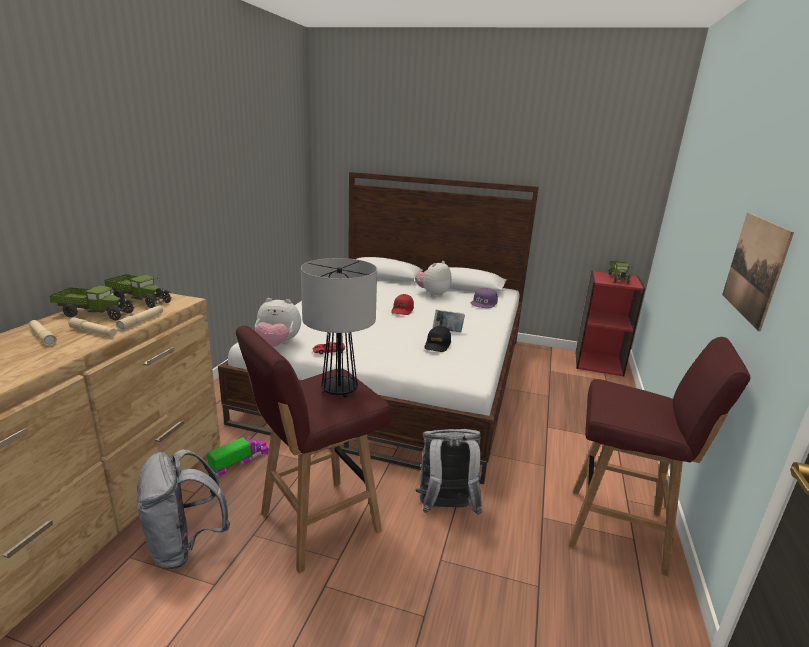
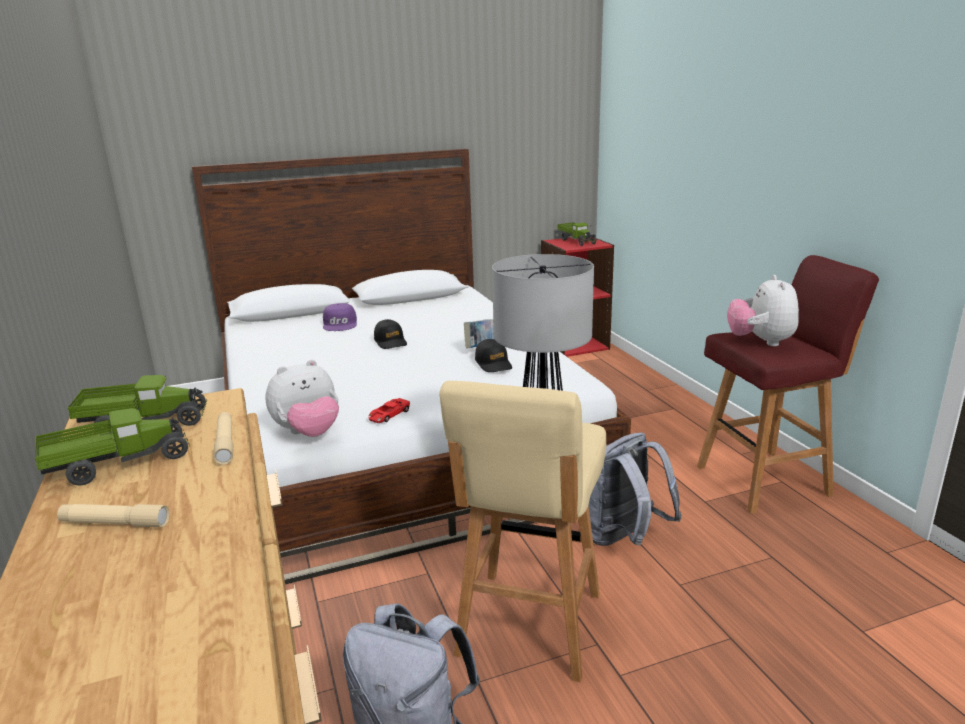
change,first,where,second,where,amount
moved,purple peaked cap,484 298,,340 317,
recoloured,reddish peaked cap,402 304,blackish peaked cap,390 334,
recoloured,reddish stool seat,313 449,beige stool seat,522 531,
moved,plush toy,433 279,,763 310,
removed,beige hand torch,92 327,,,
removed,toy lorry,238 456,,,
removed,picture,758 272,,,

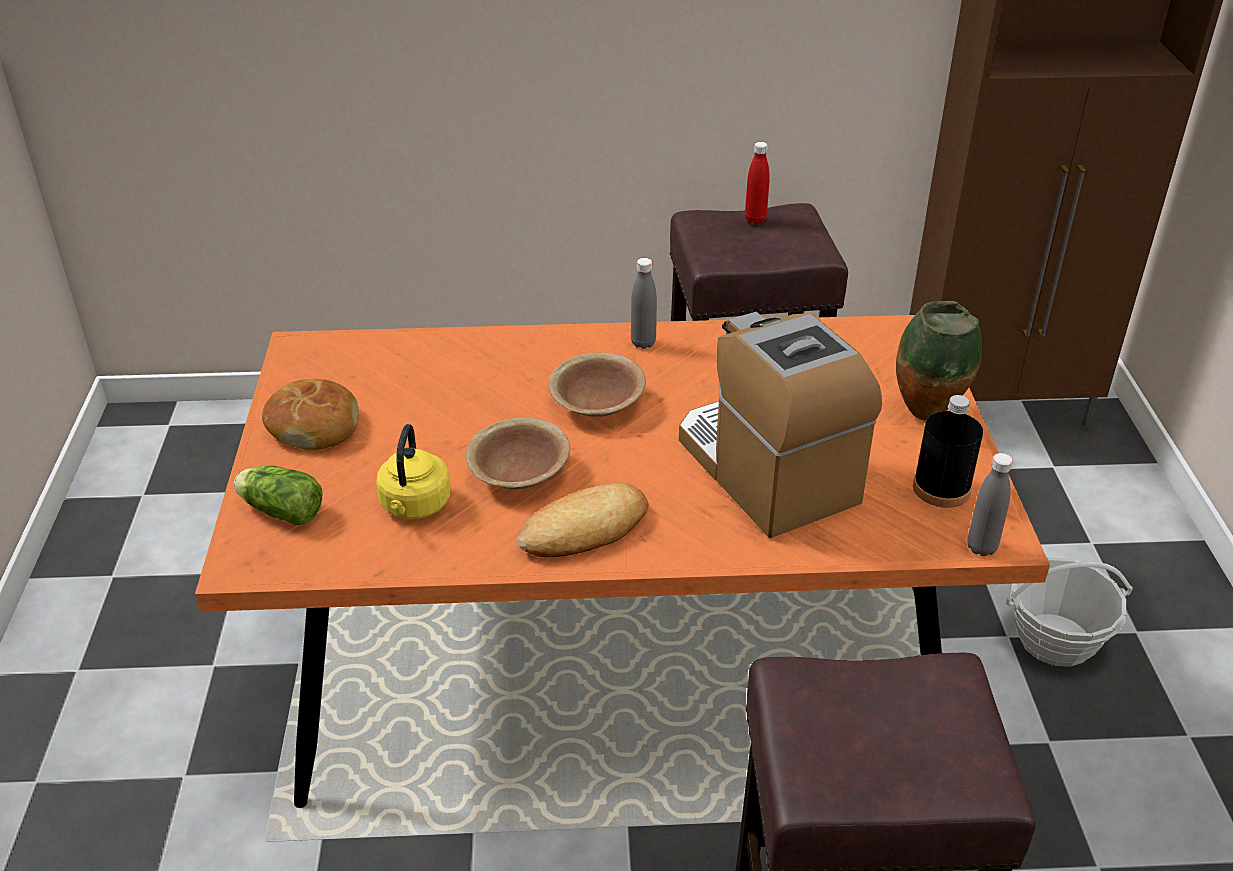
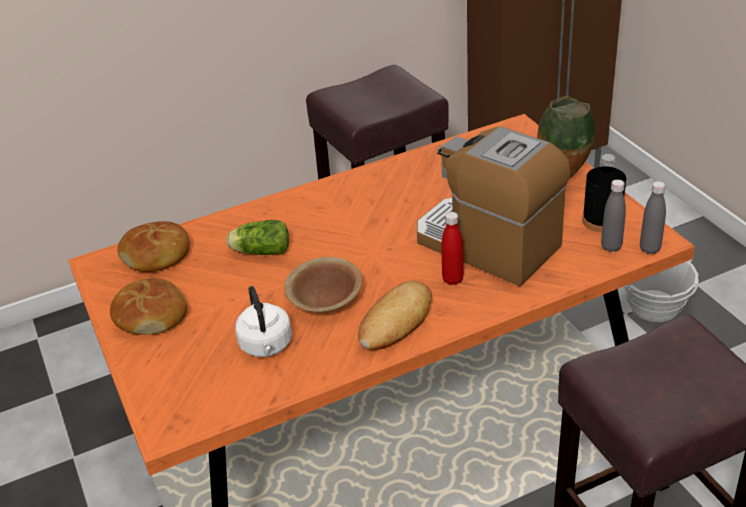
change,first,where,second,where,amount
added,,,baked bread,153 246,
moved,lettuce head,278 495,,258 237,
recoloured,yellow-coloured tea kettle,413 471,whitish tea kettle,263 321,
moved,reddish bottle,757 183,,452 248,
moved,gray bottle,644 303,,613 215,
removed,brownish bowl,597 385,,,

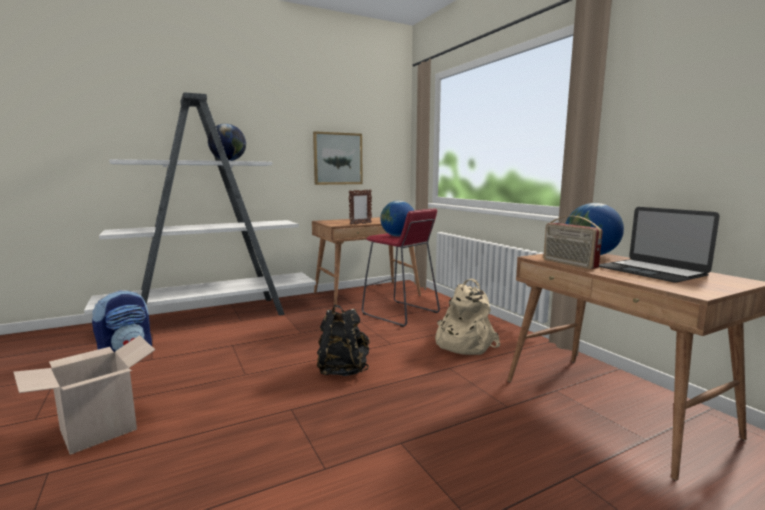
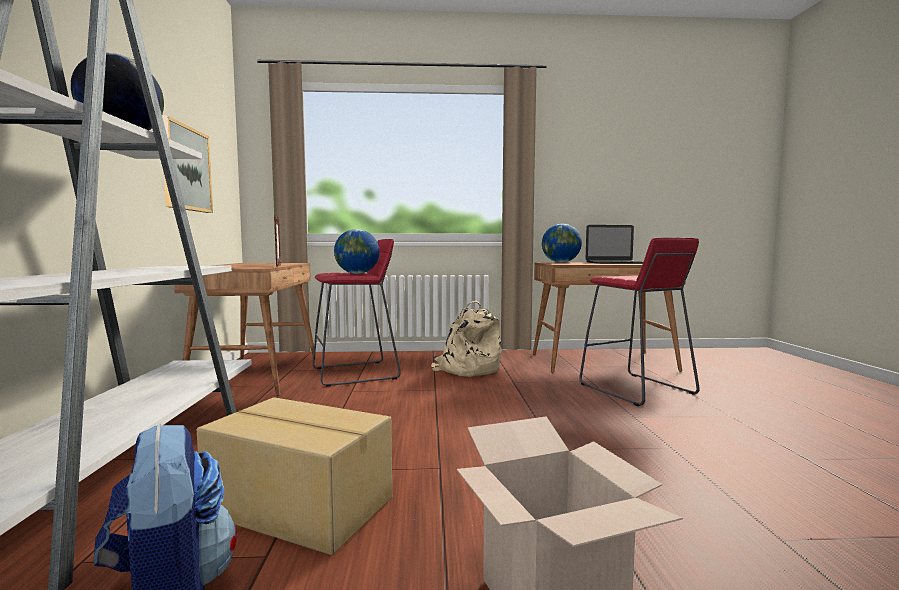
change,first,where,second,where,amount
added,,,cardboard box,294 476,
added,,,reddish stool seat,639 321,
removed,blackish rucksack,343 340,,,
removed,radio set,573 242,,,

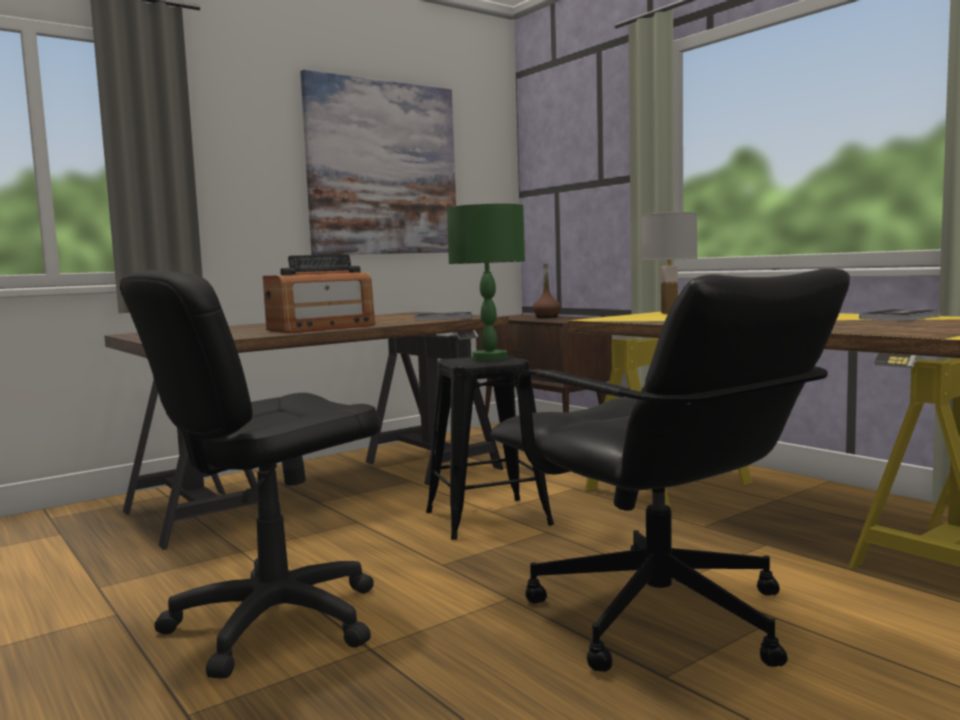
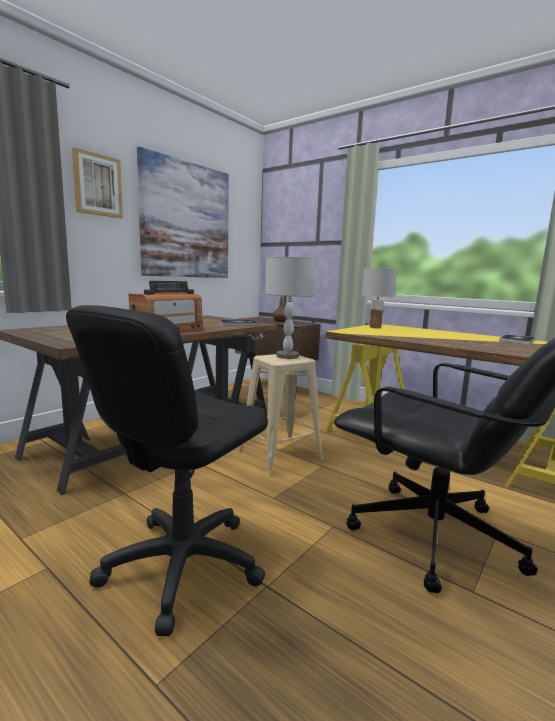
change,first,where,second,where,amount
added,,,picture,97 183,
recoloured,blackish stool seat,490 447,beige stool seat,281 415,
recoloured,green-coloured table lamp,486 282,gray table lamp,291 308,

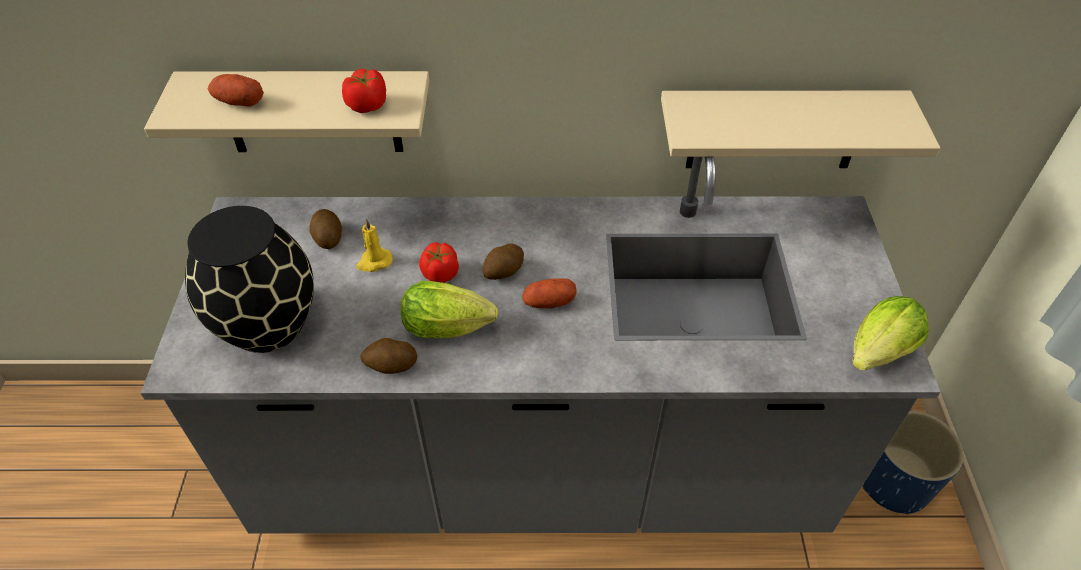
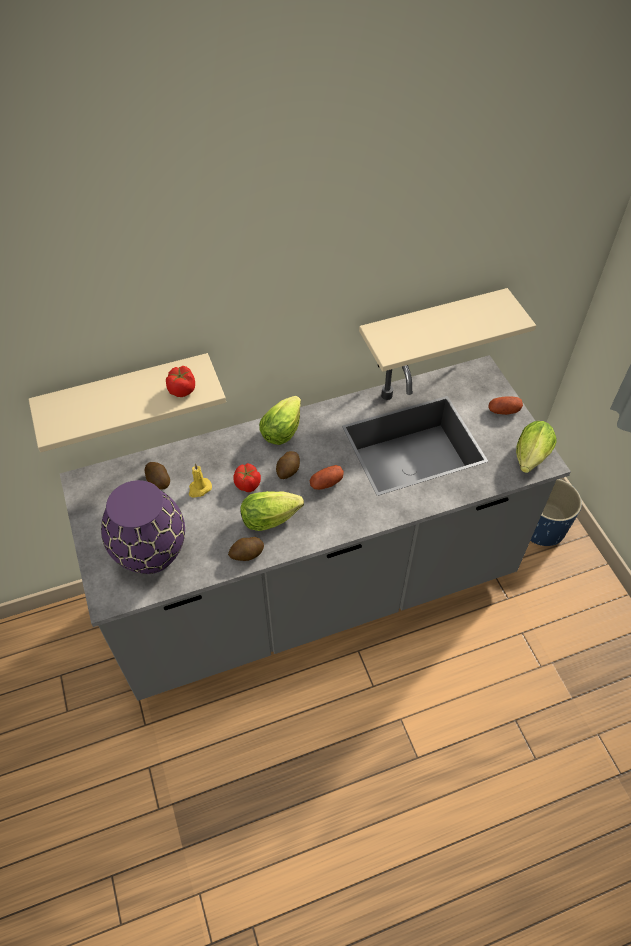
change,first,where,second,where,amount
recoloured,blackish vase,249 279,purple vase,143 527,
added,,,lettuce head,280 420,
moved,potato,236 90,,505 405,

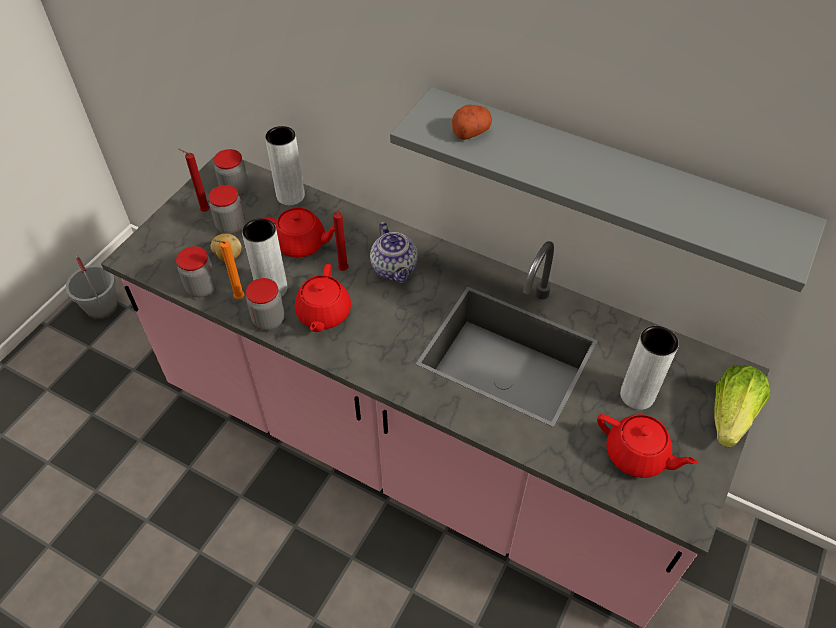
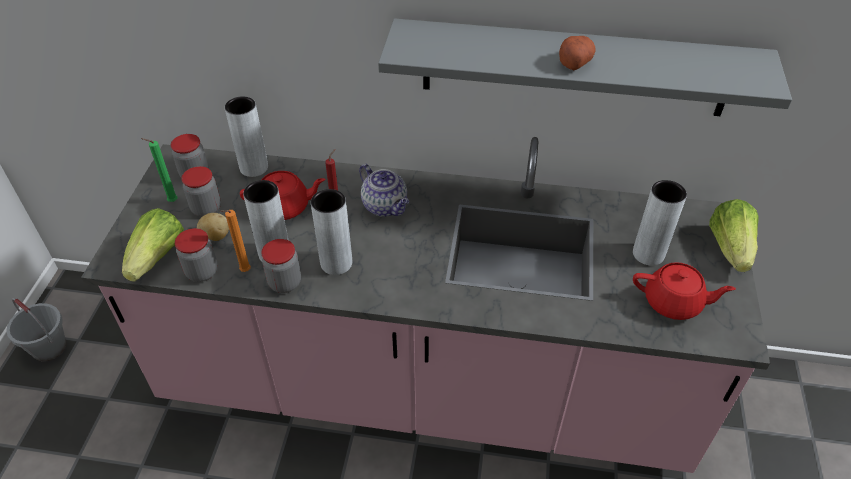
change,first,where,second,where,amount
added,,,lettuce head,153 245,
recoloured,reddish wax light,194 180,green-coloured wax light,159 170,
replaced,reddish teapot,323 298,gray vase,331 232,
moved,potato,472 122,,577 53,

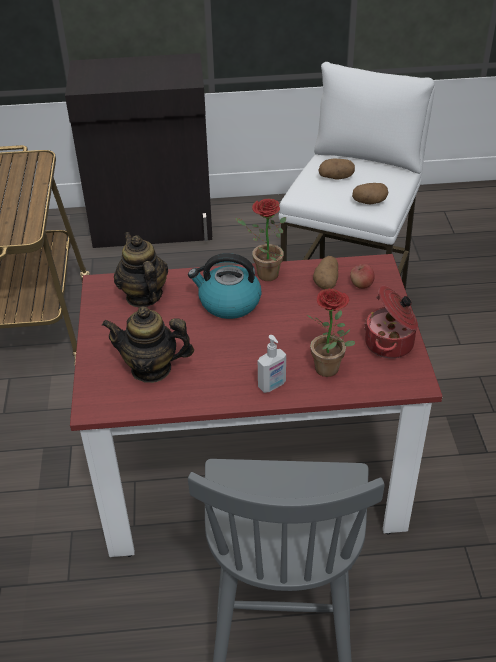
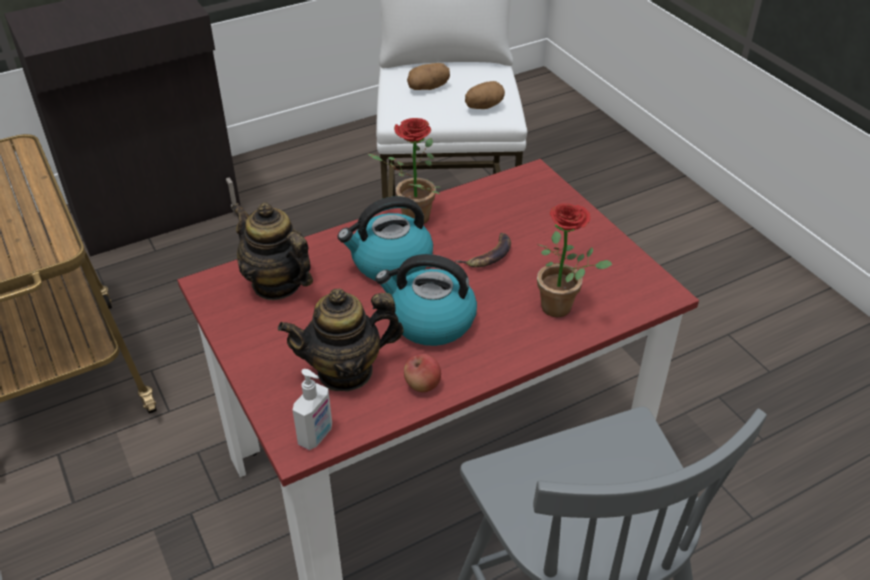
change,first,where,second,where,amount
moved,soap dispenser,272 364,,312 409,
added,,,tea kettle,426 300,
moved,apple,362 276,,422 373,
added,,,banana,483 250,
removed,potato,325 272,,,
removed,saucepot,391 322,,,

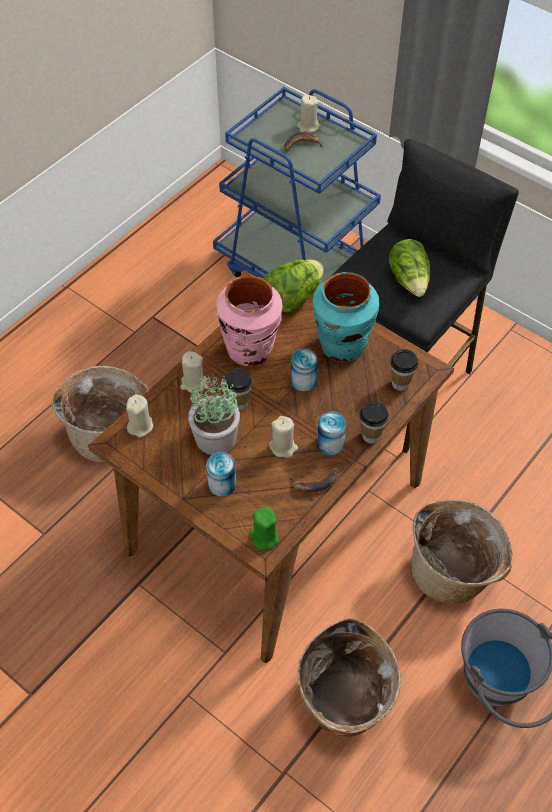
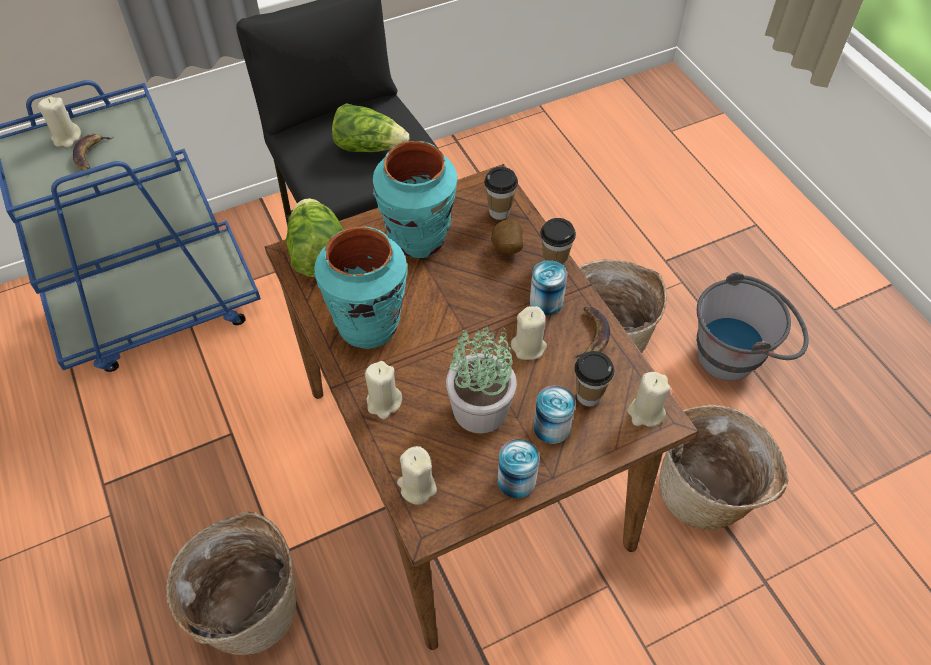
change,first,where,second,where,amount
recoloured,pinkish vase,249 321,turquoise vase,360 287,
added,,,potato,507 236,
moved,sealed can,304 370,,518 469,
moved,cup,238 389,,594 378,
recoloured,green-coloured wax light,264 529,beige wax light,649 399,

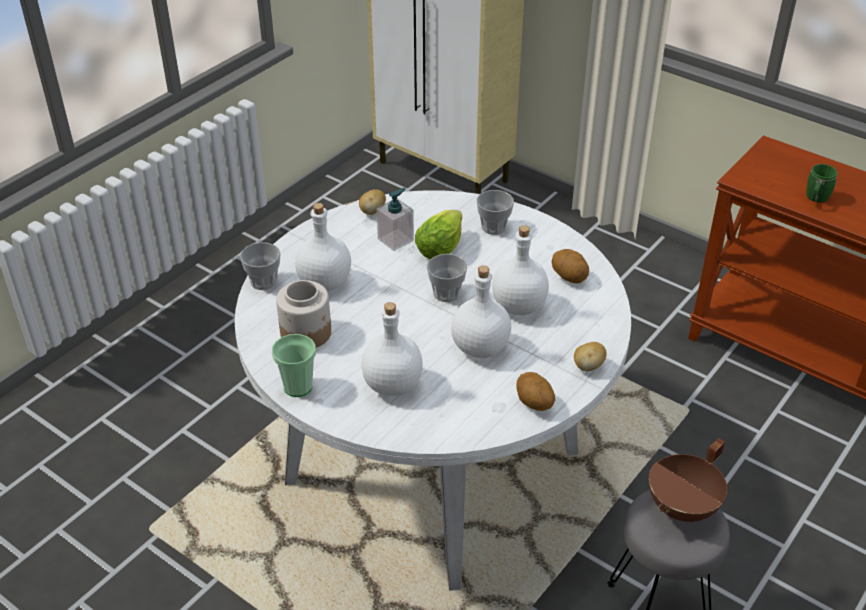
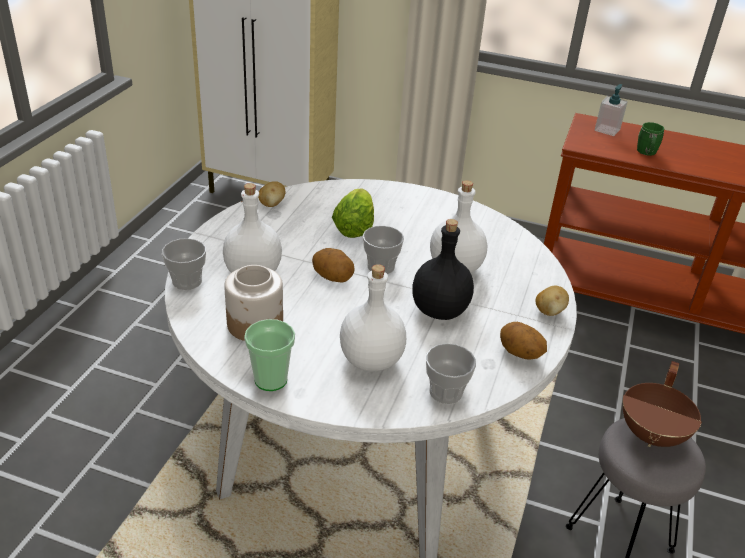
change,first,where,second,where,amount
moved,potato,570 266,,333 265,
recoloured,whitish bottle,481 312,blackish bottle,443 269,
moved,cup,495 212,,451 373,
moved,soap dispenser,395 219,,611 110,

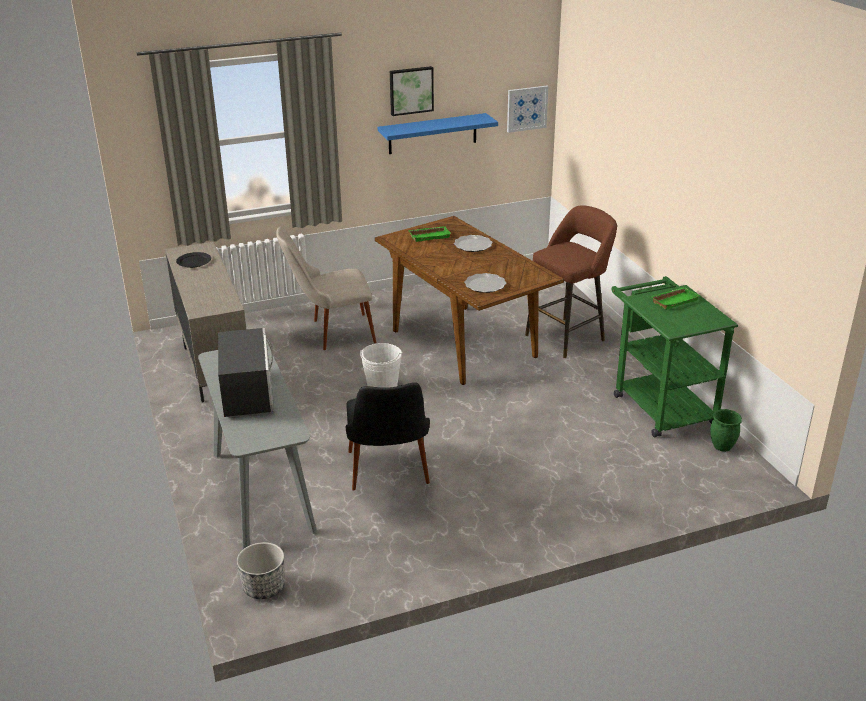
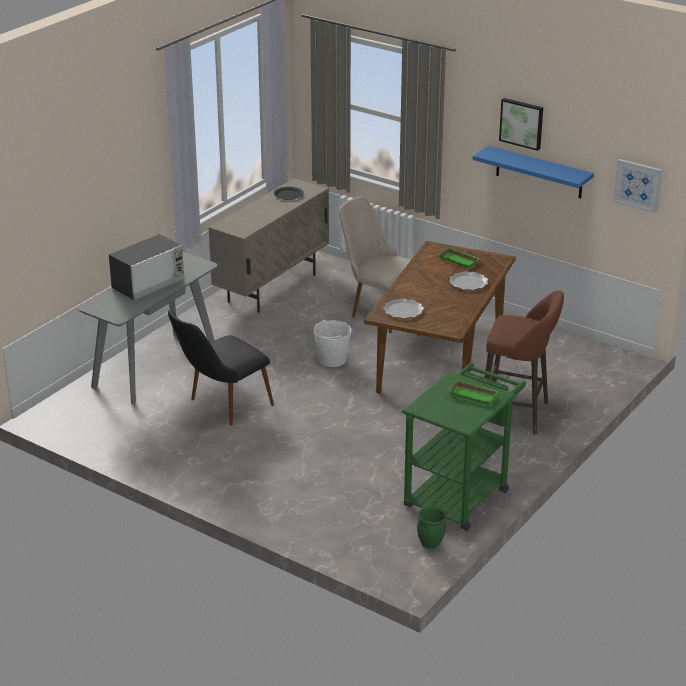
change,first,where,second,where,amount
removed,planter,261 570,,,

